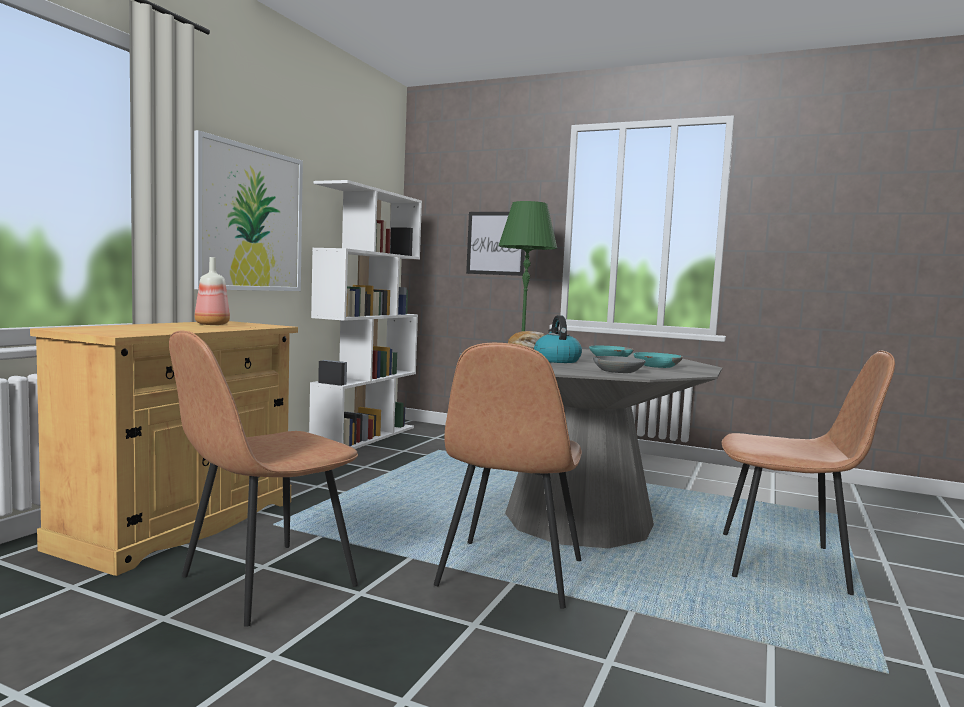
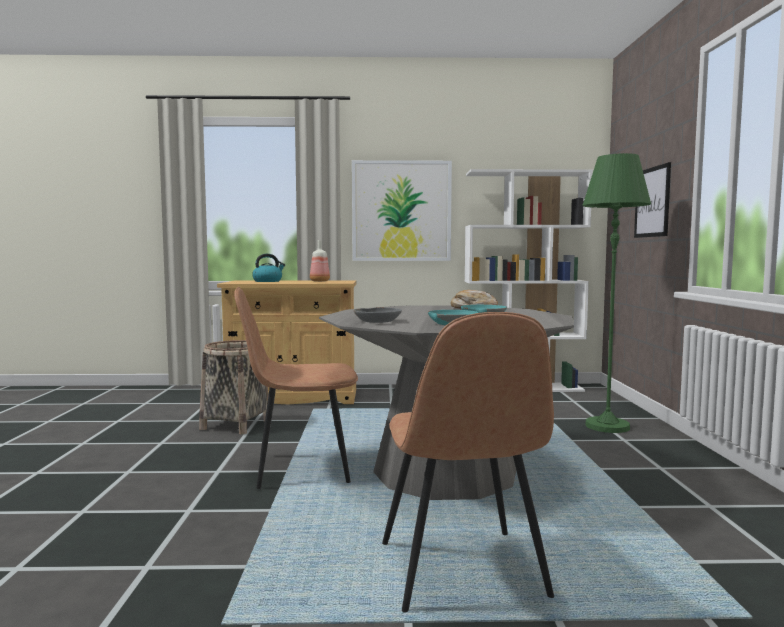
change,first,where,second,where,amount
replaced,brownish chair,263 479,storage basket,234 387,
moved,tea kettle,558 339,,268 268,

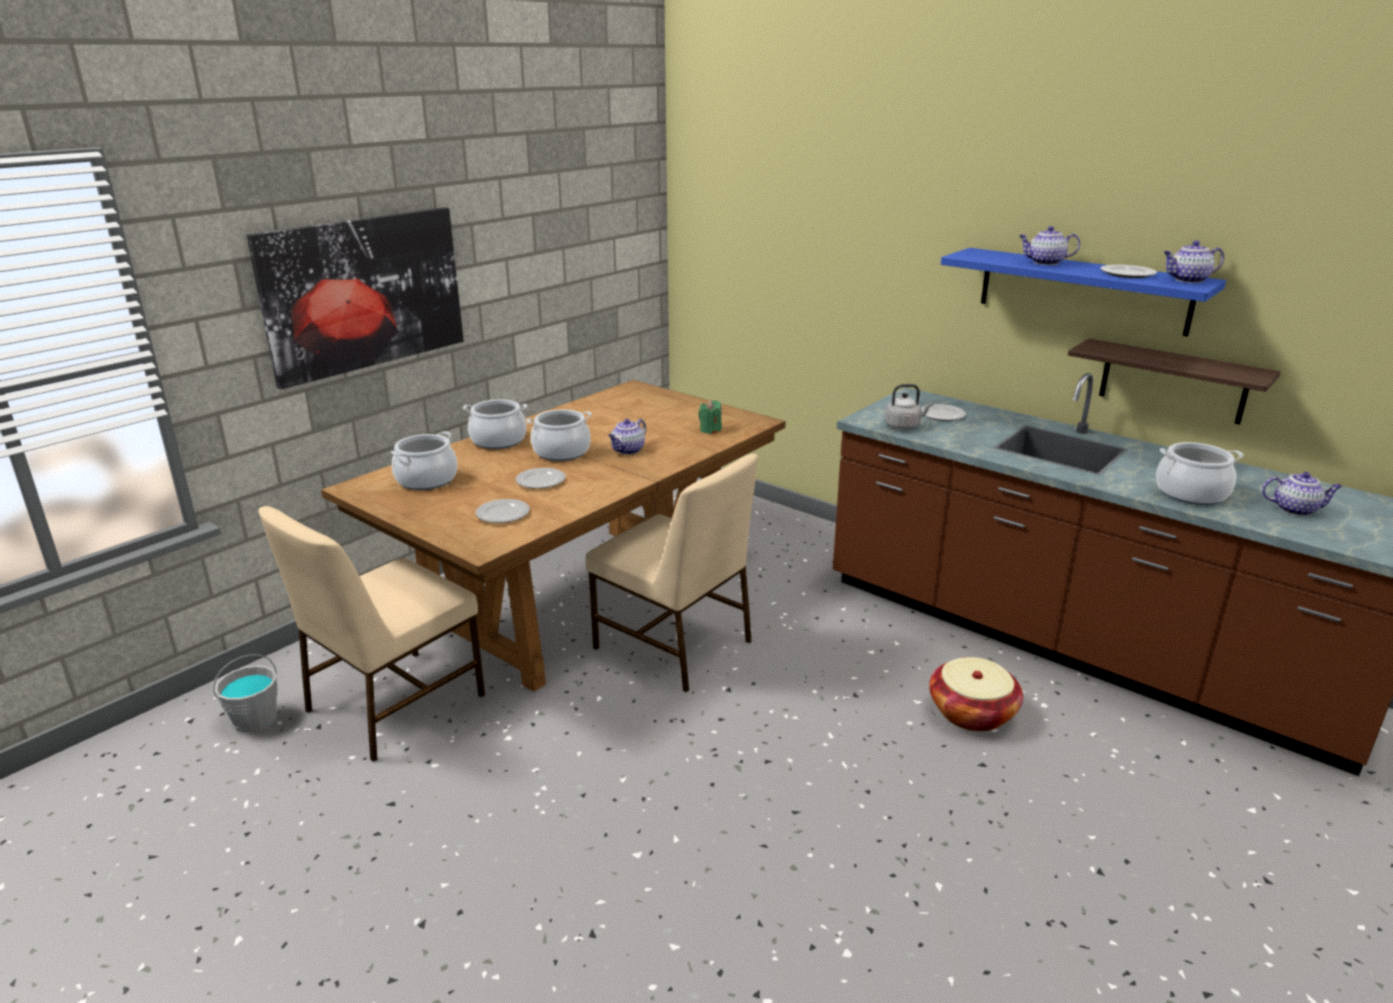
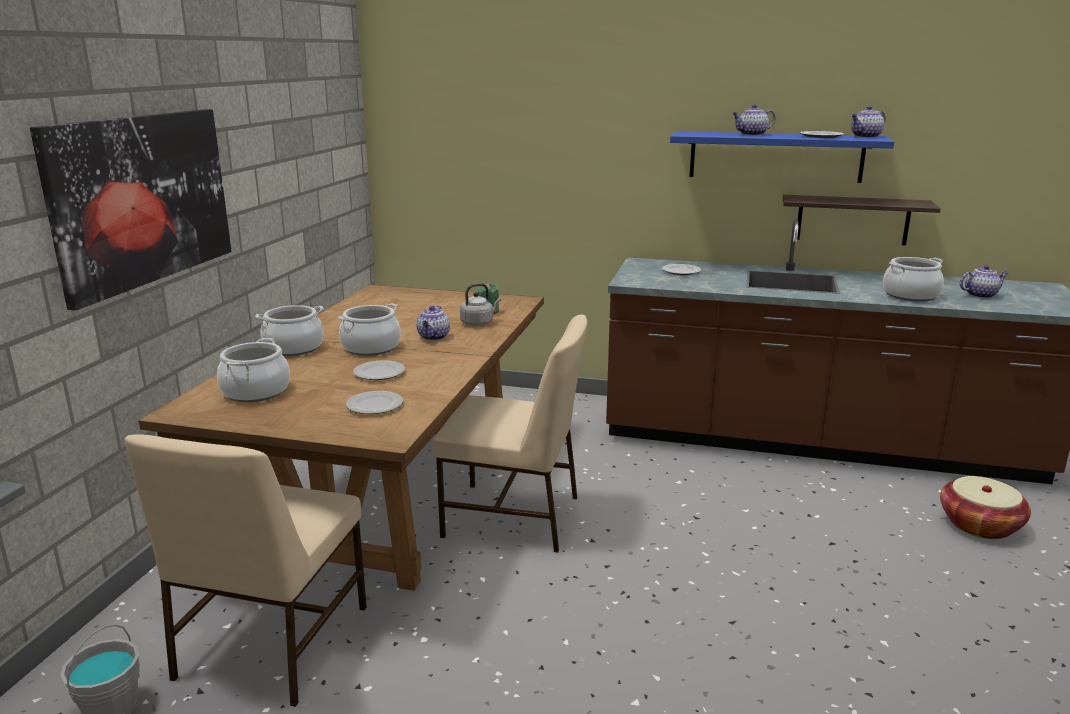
change,first,where,second,where,amount
moved,gray tea kettle,908 407,,480 304,
moved,storage basket,976 694,,985 507,

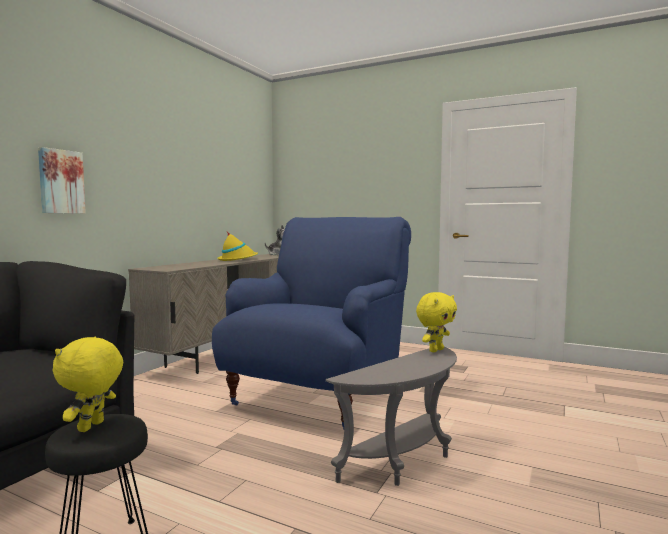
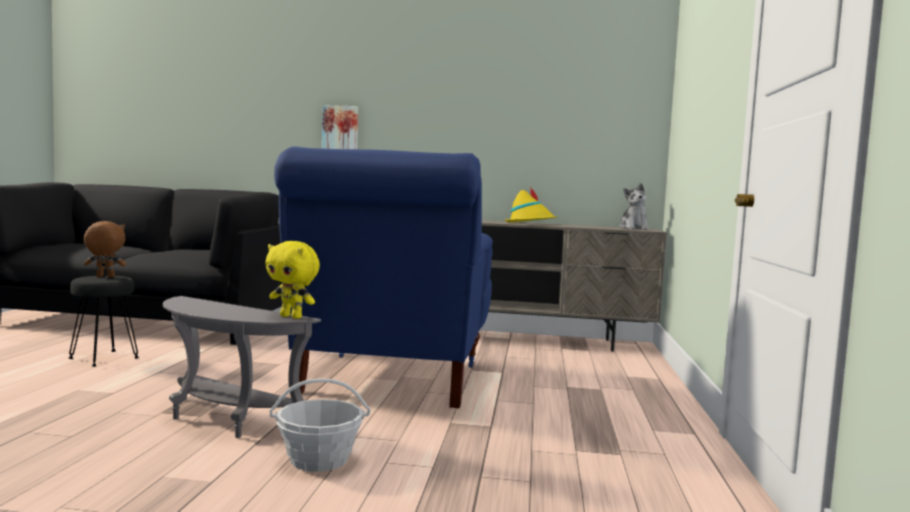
change,first,where,second,where,amount
recoloured,yellow-coloured plush toy,87 384,brownish plush toy,105 249,
added,,,storage basket,320 425,
turned,blue armchair,311 323,,383 277,90 degrees clockwise

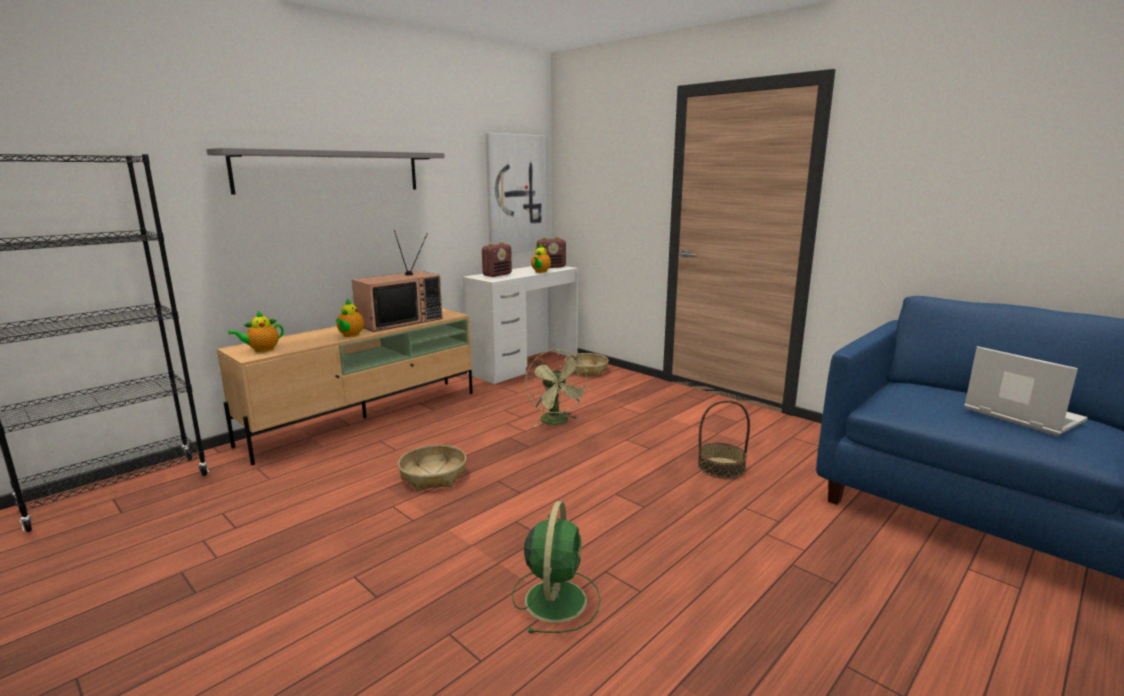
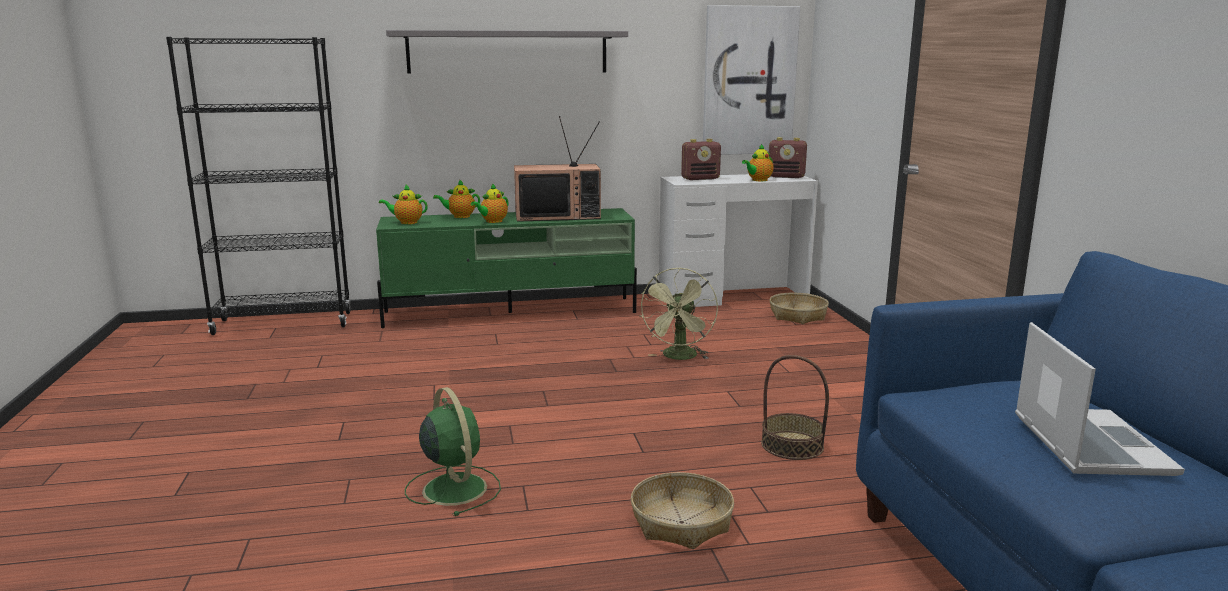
change,first,where,second,where,amount
recoloured,beige media console,345 386,green-coloured media console,506 268,
turned,green-coloured cooling fan,556 567,,453 451,75 degrees counterclockwise
added,,,teapot,456 198,
moved,storage basket,432 468,,682 510,

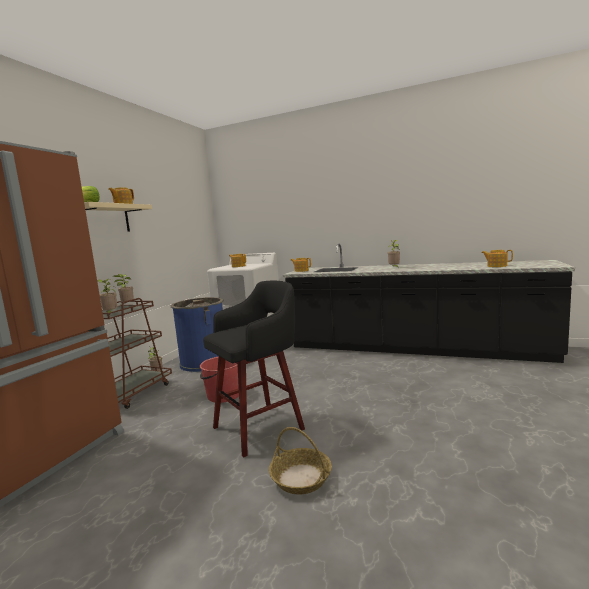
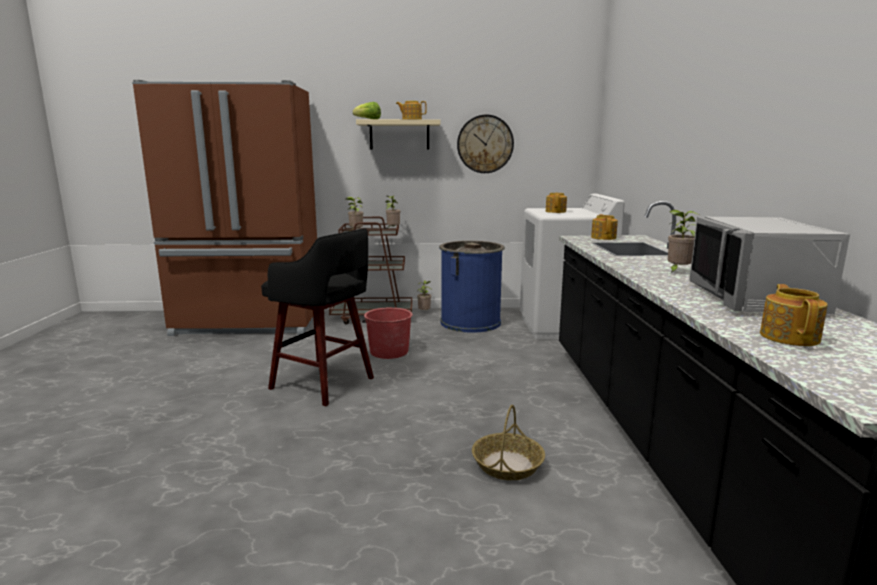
change,first,where,second,where,amount
added,,,clock on the wall,485 143,
moved,storage basket,300 461,,508 442,
added,,,gray kitchen microwave,769 265,

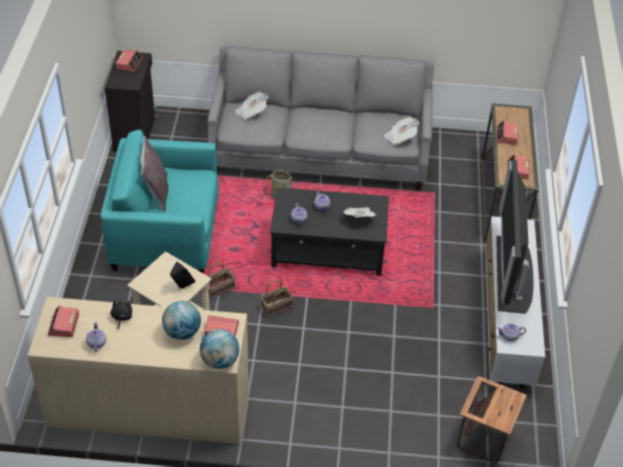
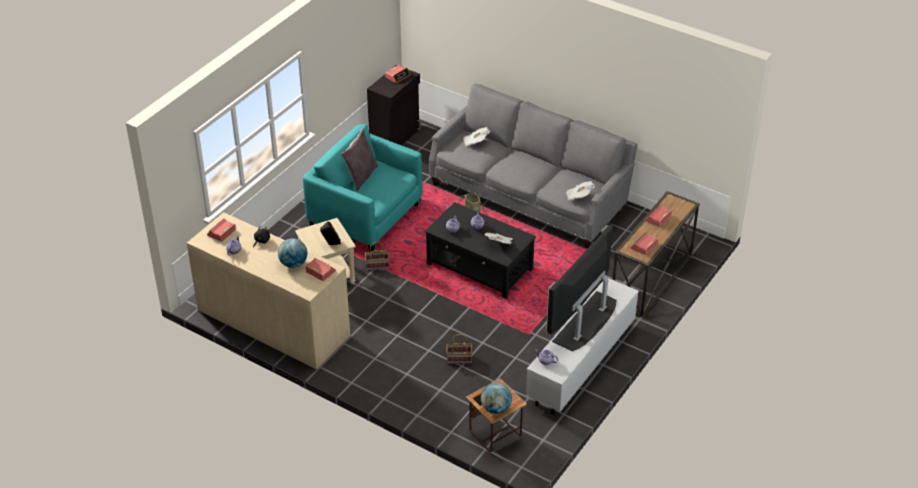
change,first,where,second,where,amount
moved,storage basket,277 298,,459 349,
moved,globe,219 349,,496 398,

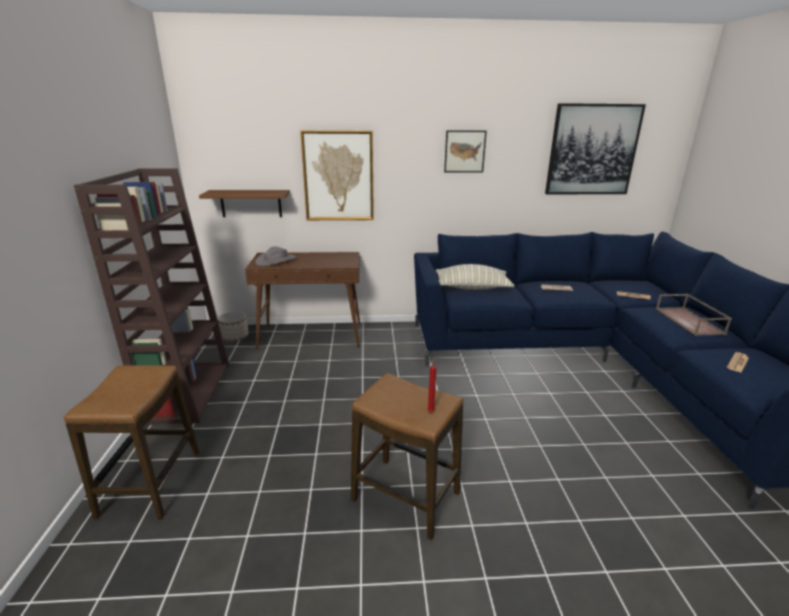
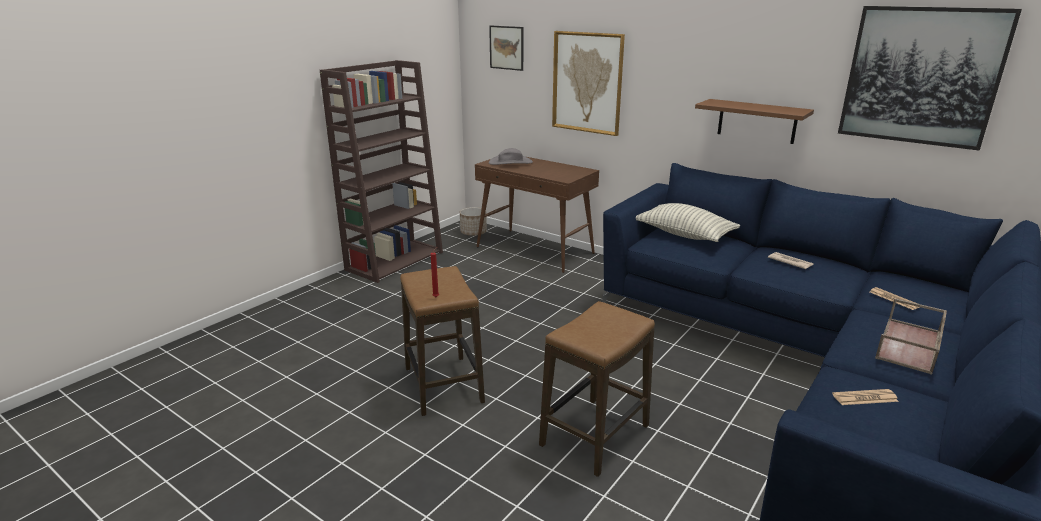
change,first,where,second,where,amount
moved,picture,465 151,,506 48,
moved,stool seat,131 442,,597 389,
moved,brownish bracket shelf,244 203,,754 121,

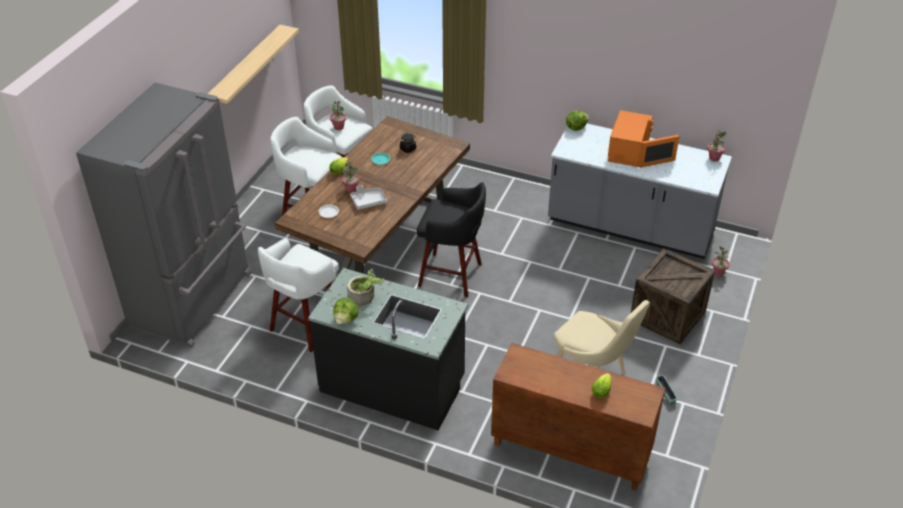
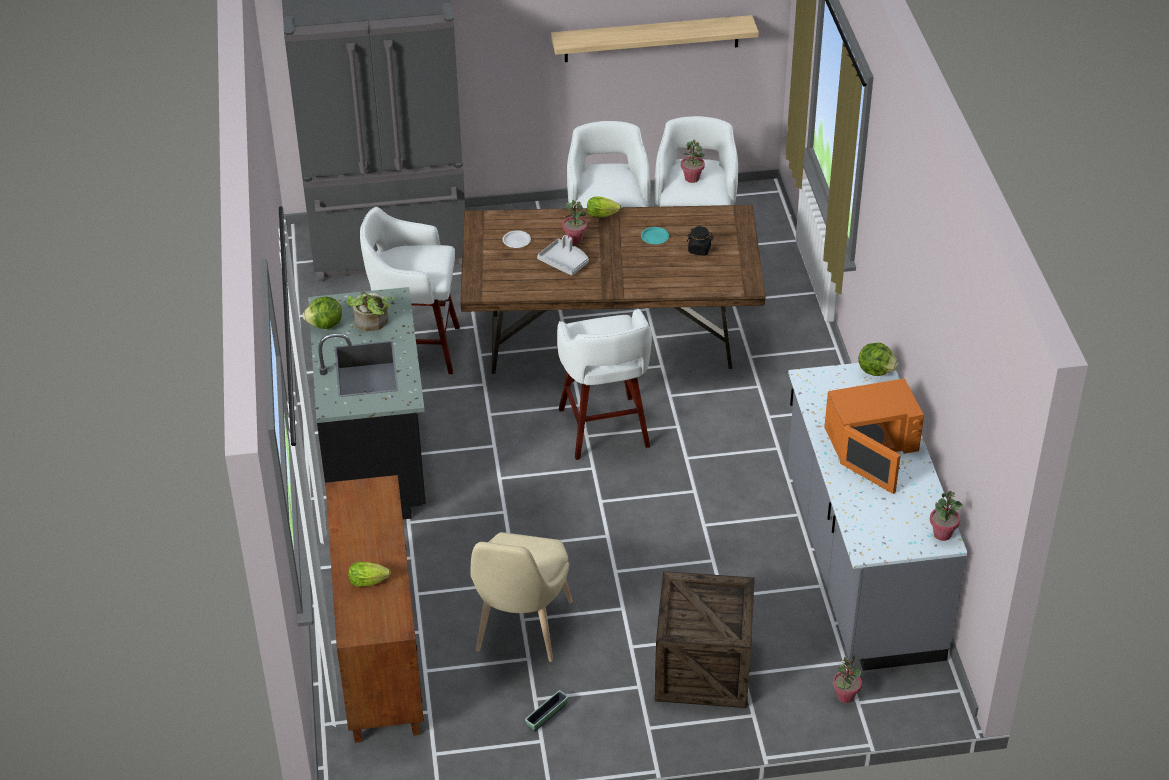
change,first,where,second,where,amount
recoloured,blackish stool seat,451 239,whitish stool seat,604 384,

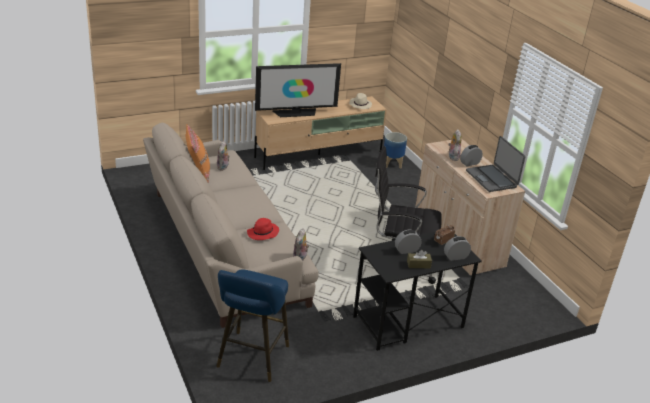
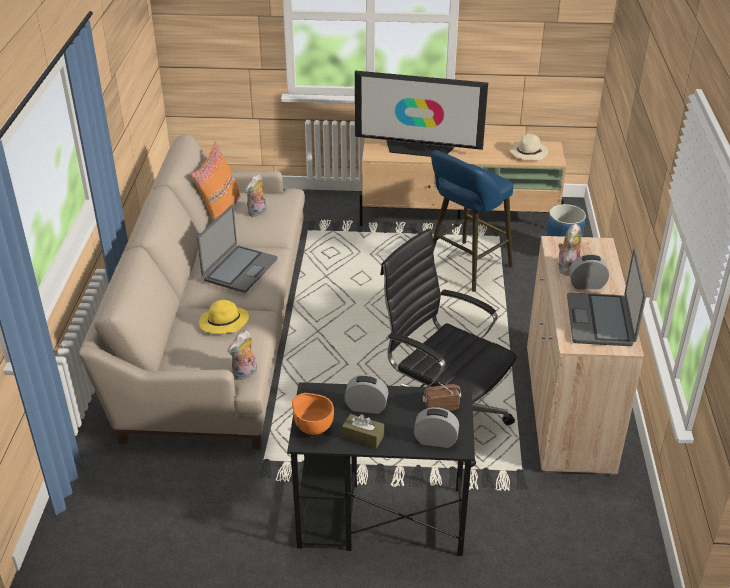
change,first,where,second,where,amount
added,,,portable computer,237 249,
recoloured,reddish clothing hat,263 229,yellow-coloured clothing hat,224 316,
added,,,orange-coloured bowl,313 414,
moved,blue stool seat,252 325,,472 221,

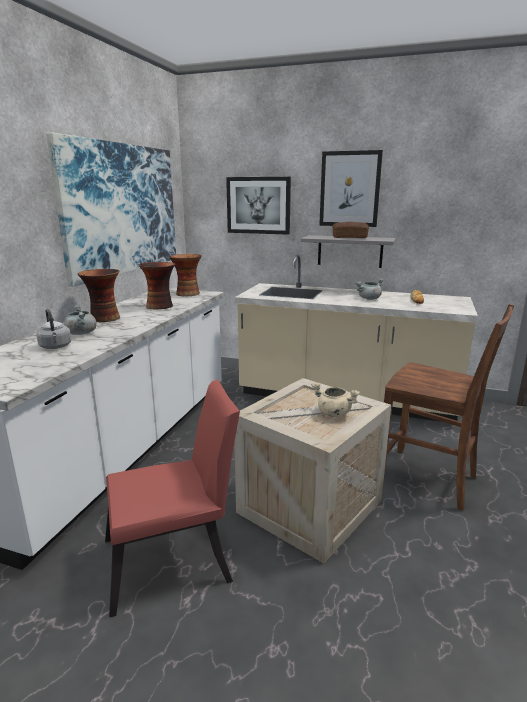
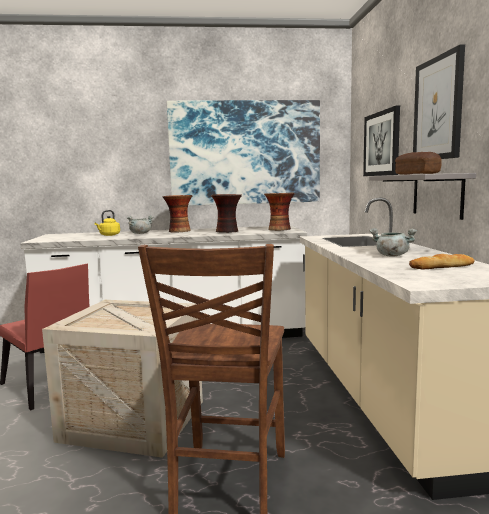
change,first,where,second,where,amount
recoloured,gray tea kettle,53 329,yellow-coloured tea kettle,107 223,
removed,beige saucepot,336 399,,,

